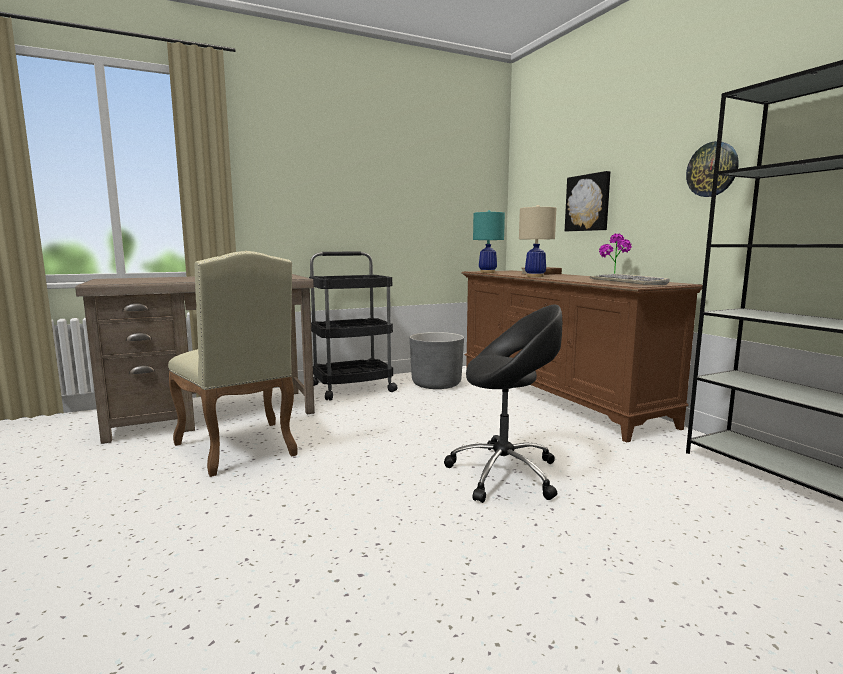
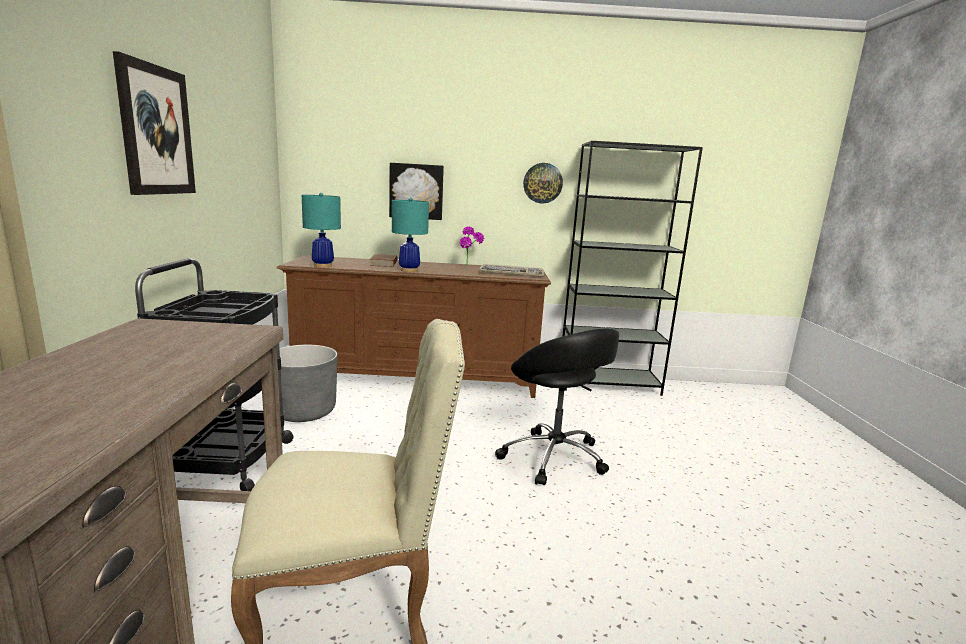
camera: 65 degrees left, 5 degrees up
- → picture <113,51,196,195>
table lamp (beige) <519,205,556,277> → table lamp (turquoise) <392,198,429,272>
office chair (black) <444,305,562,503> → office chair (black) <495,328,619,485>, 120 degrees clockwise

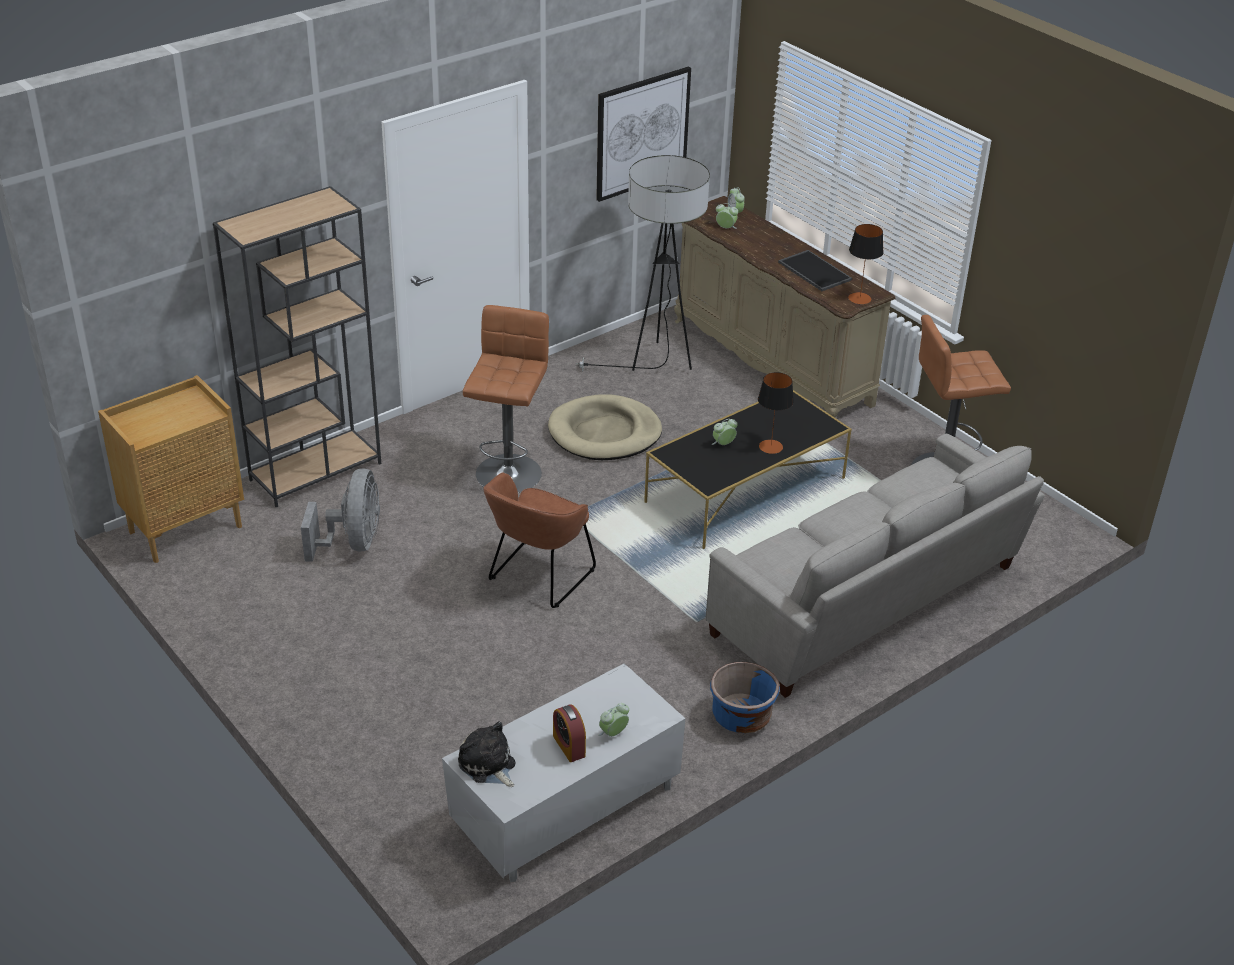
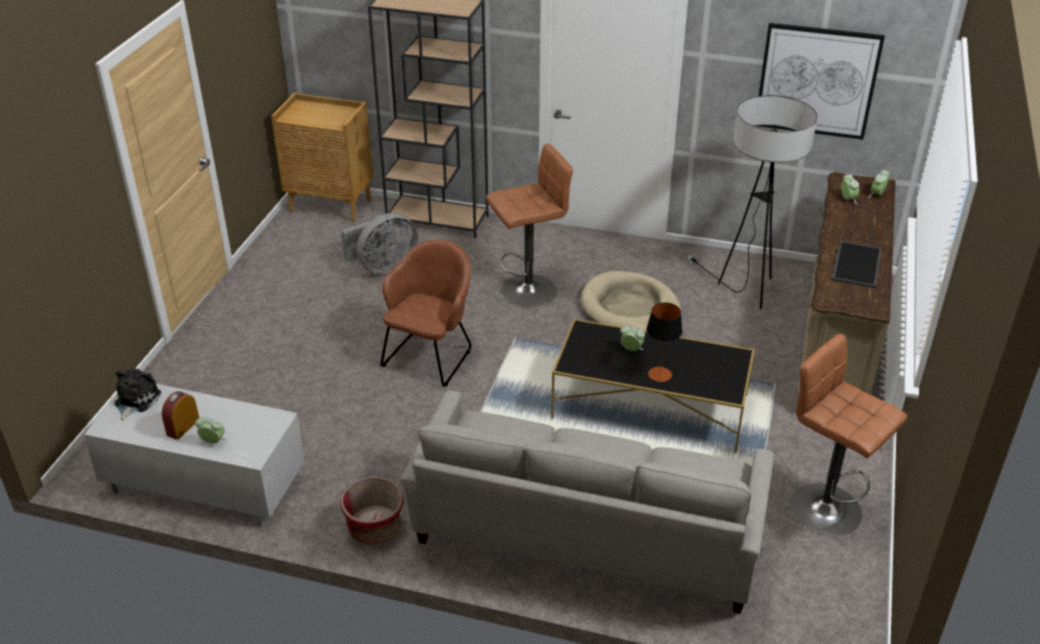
camera: 55 degrees right, 0 degrees up
planter (blue) <710,662,780,733> → planter (red) <340,477,404,545>
armchair (brown) <484,473,596,608> → armchair (brown) <381,239,471,387>, 120 degrees clockwise
table lamp <848,224,884,304> → -

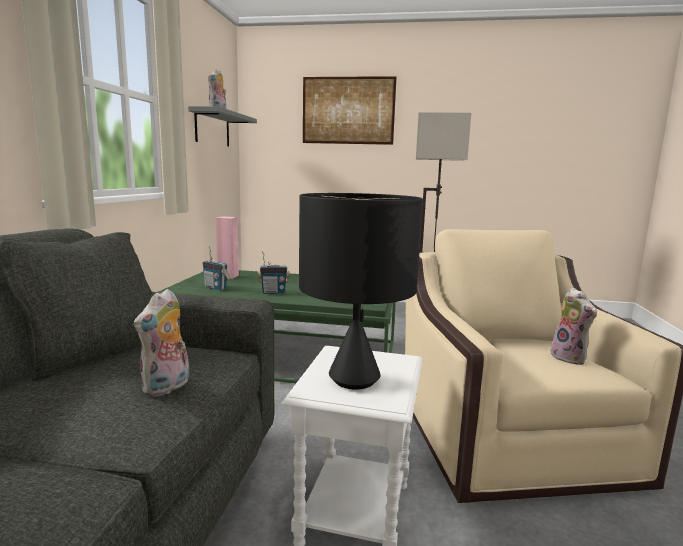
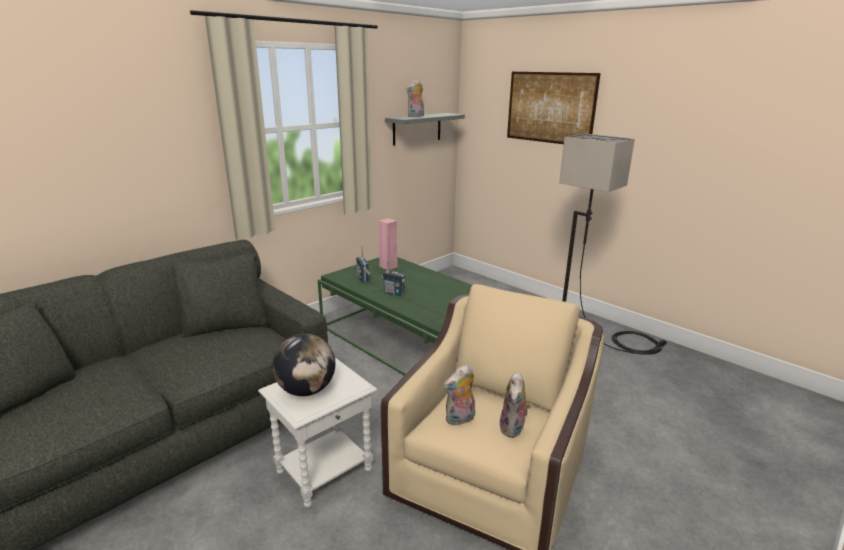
camera: 35 degrees right, 10 degrees up
table lamp (black) <299,193,423,390> → globe <272,334,335,396>
plush toy <134,289,189,397> → plush toy <444,364,475,425>, moved

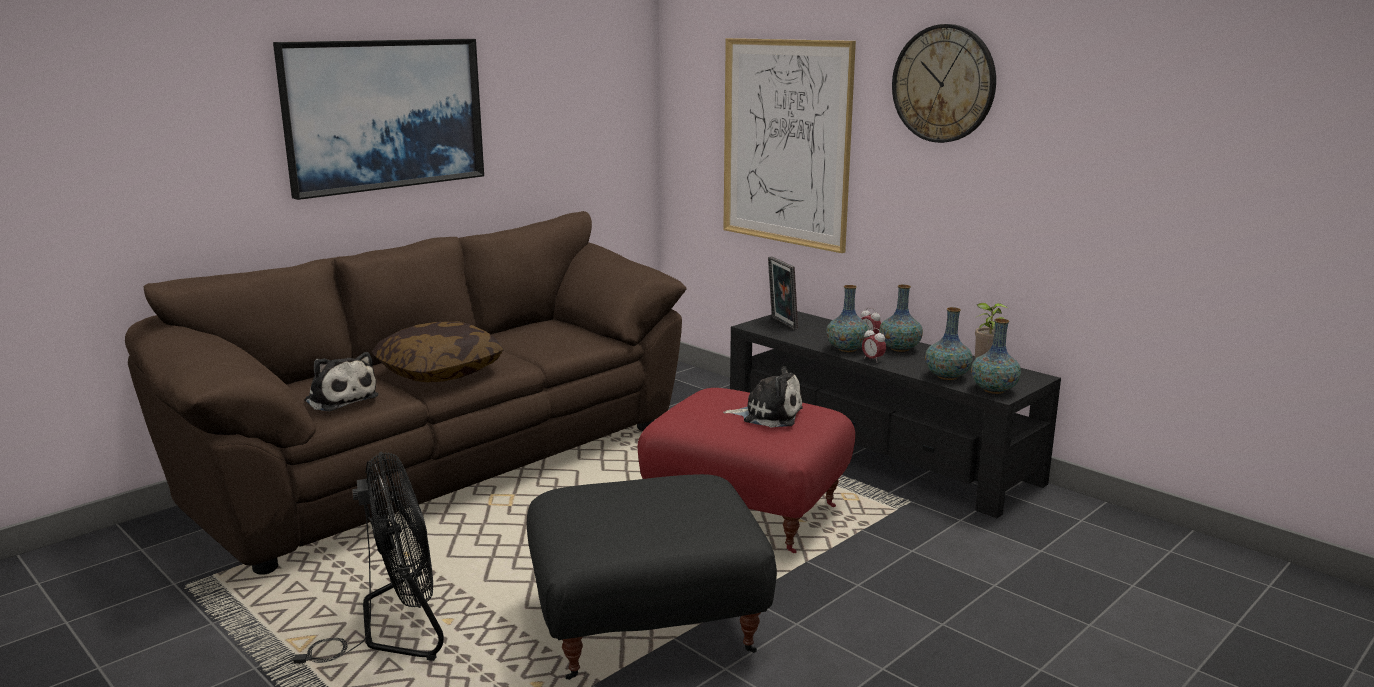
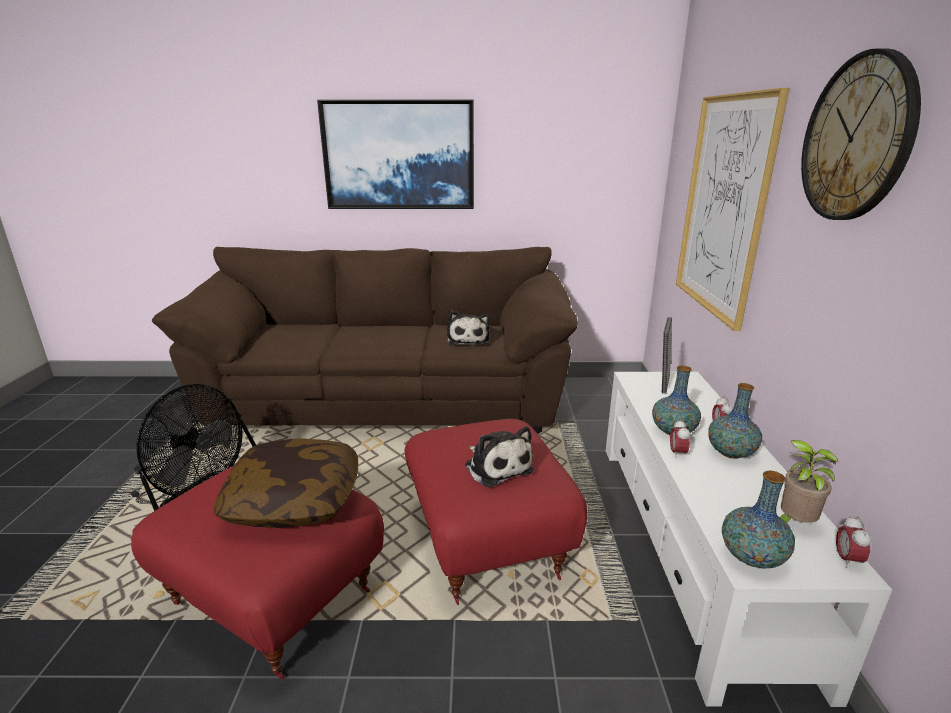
camera: 45 degrees right, 5 degrees up
ottoman (black) <527,474,777,680> → ottoman (red) <131,466,384,679>
pillow <372,322,504,382> → pillow <214,438,358,528>, moved
plush toy <305,352,379,412> → plush toy <447,310,490,346>, moved
tv stand (black) <730,311,1061,518> → tv stand (white) <606,372,892,707>
- → alarm clock <836,516,872,568>
vase <925,307,973,380> → -

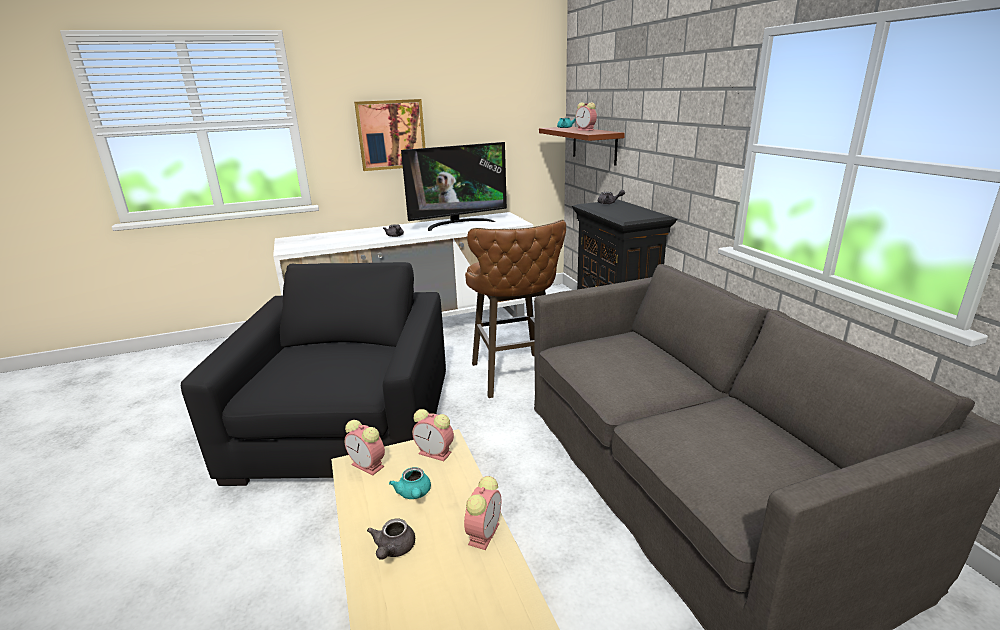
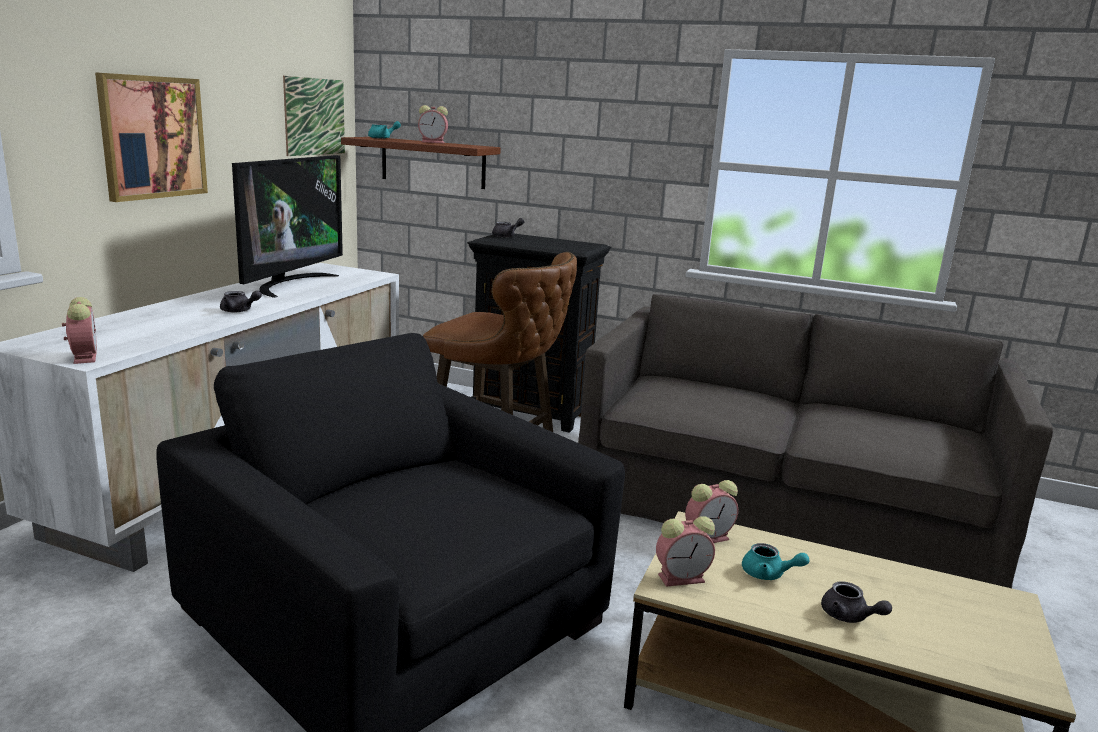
camera: 50 degrees left, 5 degrees down
alarm clock <464,476,501,550> → alarm clock <62,297,97,364>, moved
- → picture <283,76,345,156>

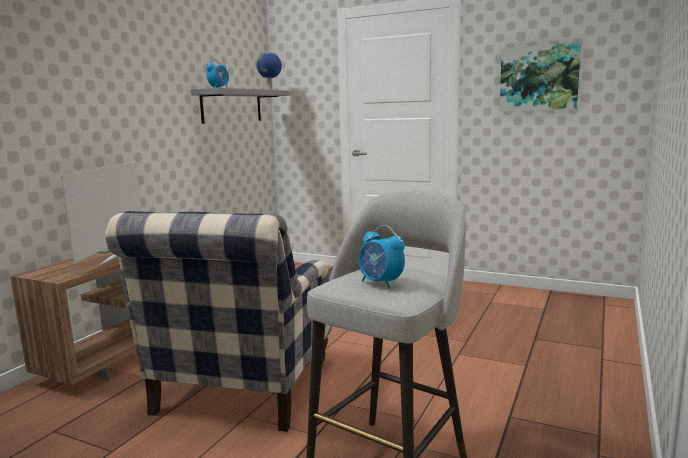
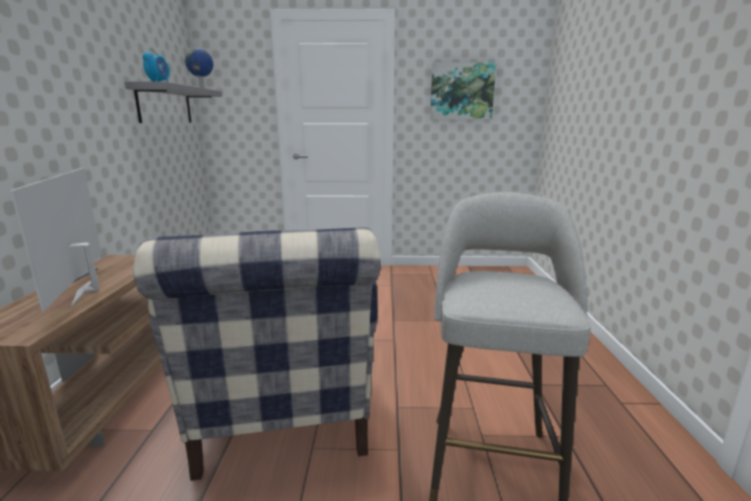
camera: 25 degrees left, 5 degrees up
alarm clock <359,225,405,288> → -

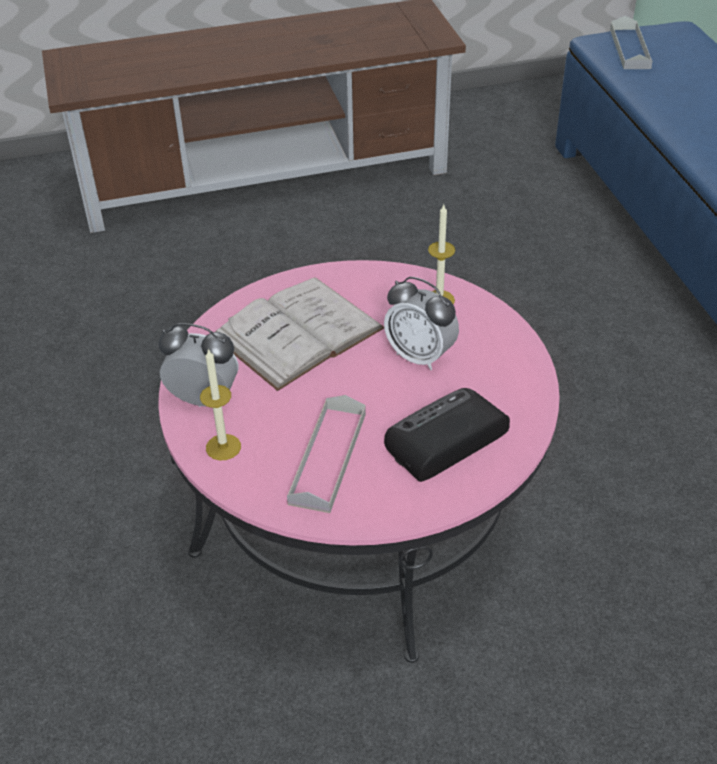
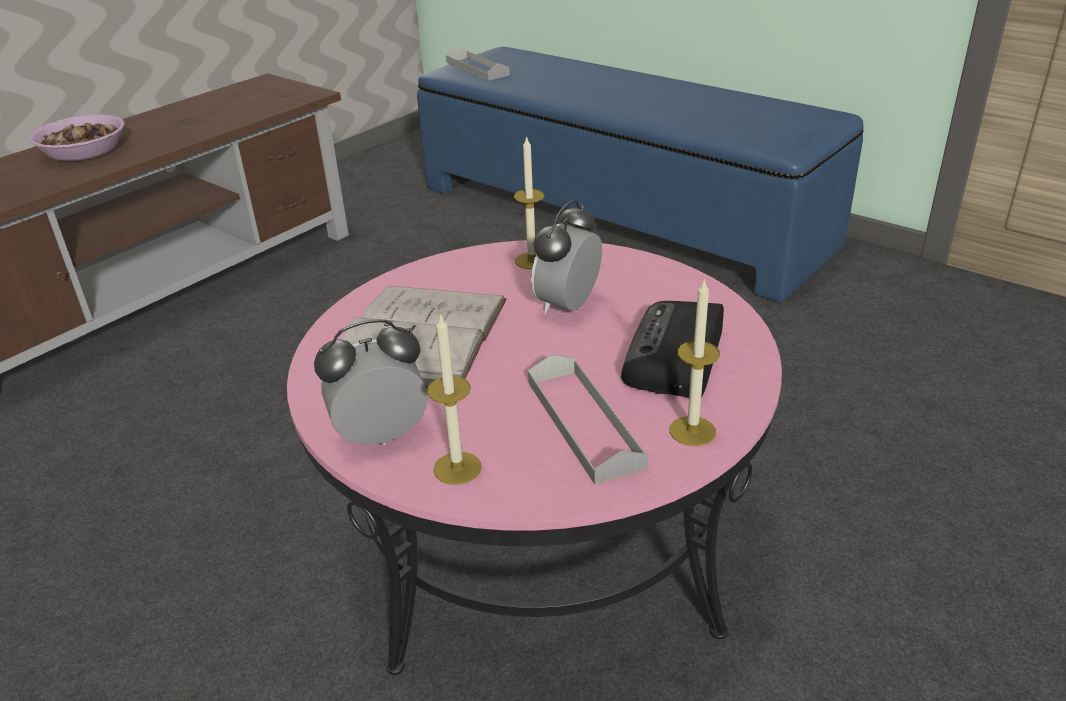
camera: 35 degrees left, 10 degrees down
- → bowl <29,114,125,161>
alarm clock <384,277,459,370> → alarm clock <531,200,602,314>, 120 degrees clockwise
- → candle <669,278,720,446>

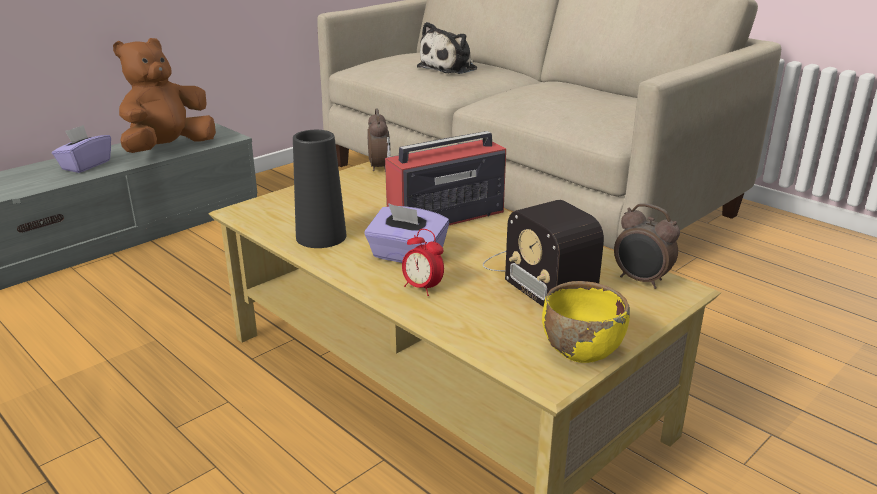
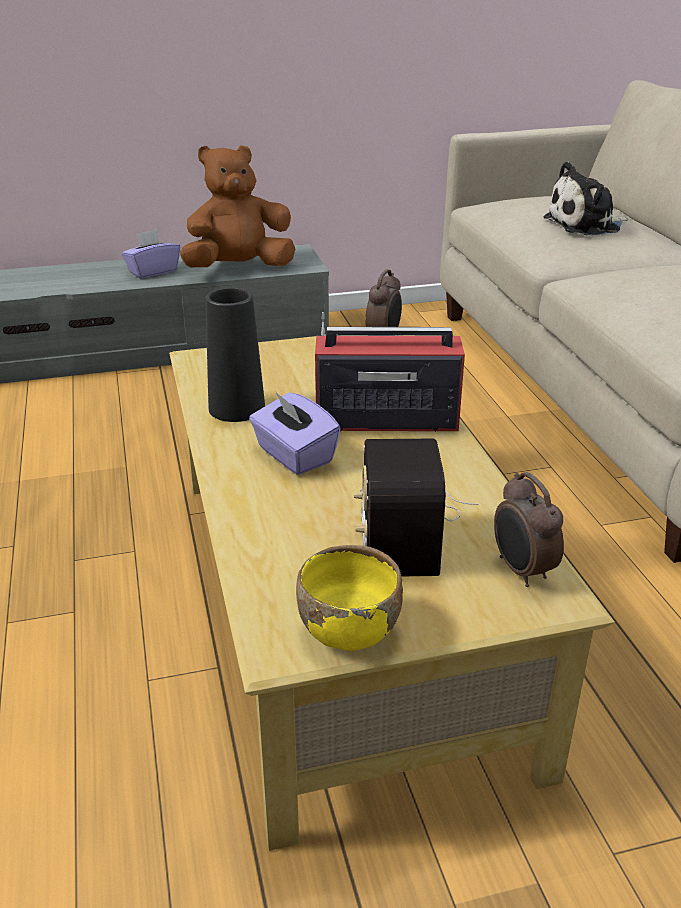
camera: 30 degrees right, 5 degrees up
alarm clock <402,229,444,296> → -

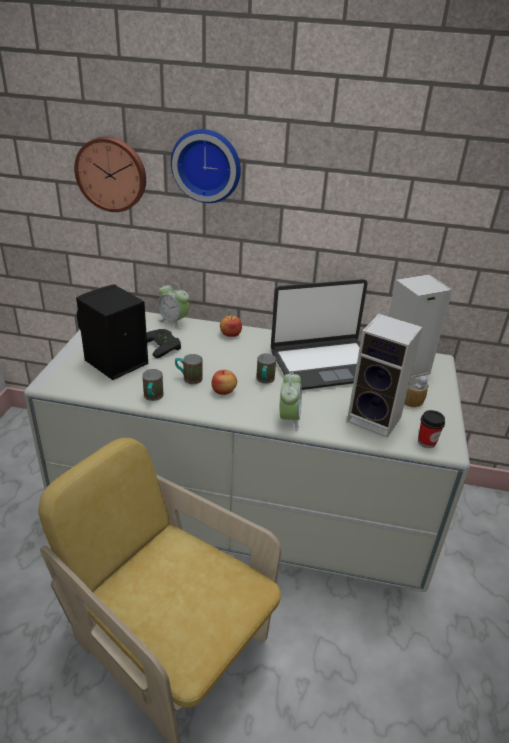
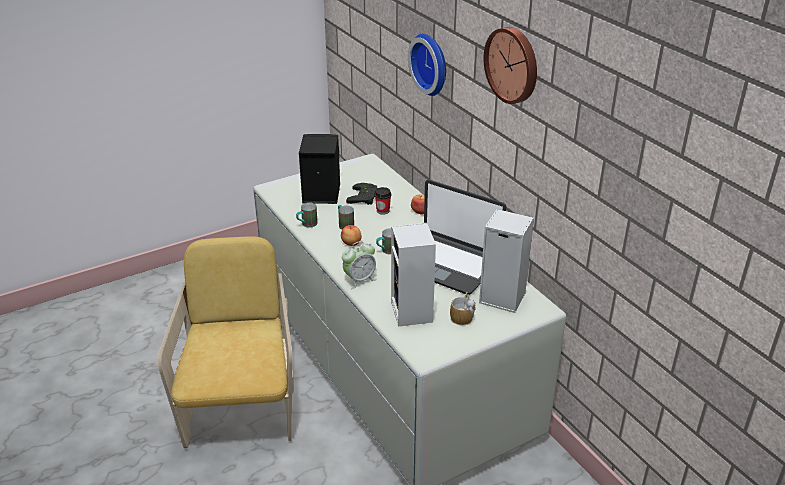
camera: 50 degrees right, 0 degrees up
cup <418,410,445,448> → cup <375,187,391,215>, moved
wall clock <74,136,146,212> → wall clock <484,27,537,104>, moved
alarm clock <158,282,189,330> → -

